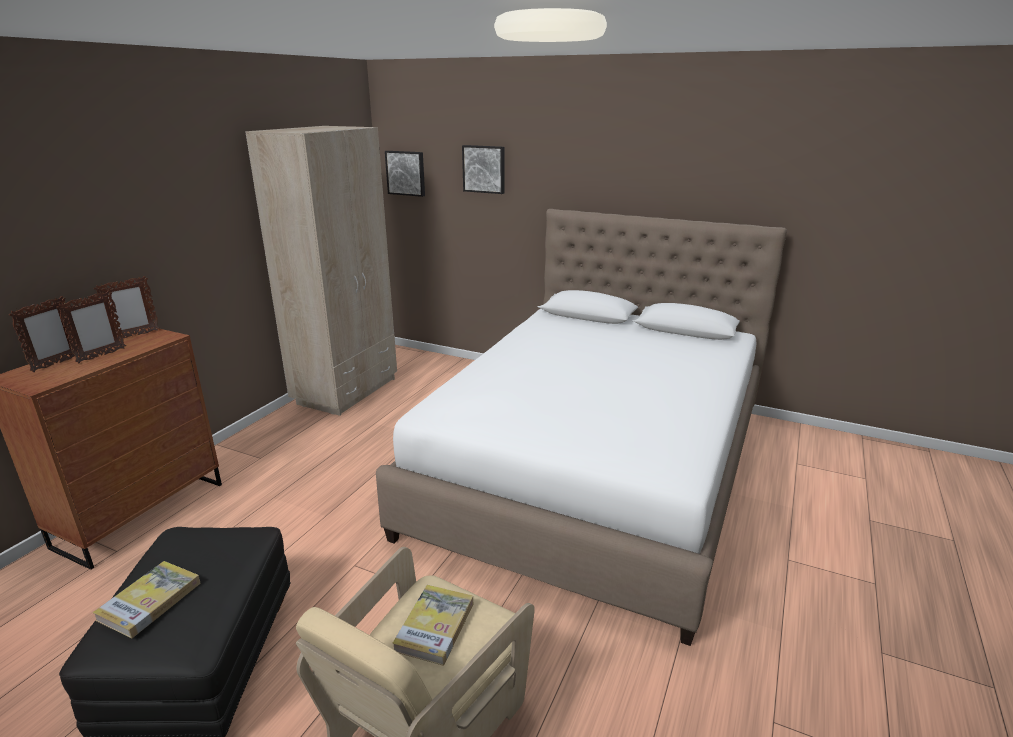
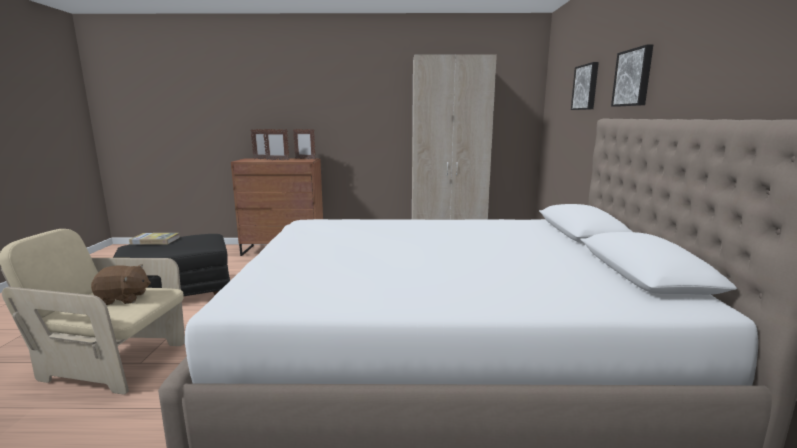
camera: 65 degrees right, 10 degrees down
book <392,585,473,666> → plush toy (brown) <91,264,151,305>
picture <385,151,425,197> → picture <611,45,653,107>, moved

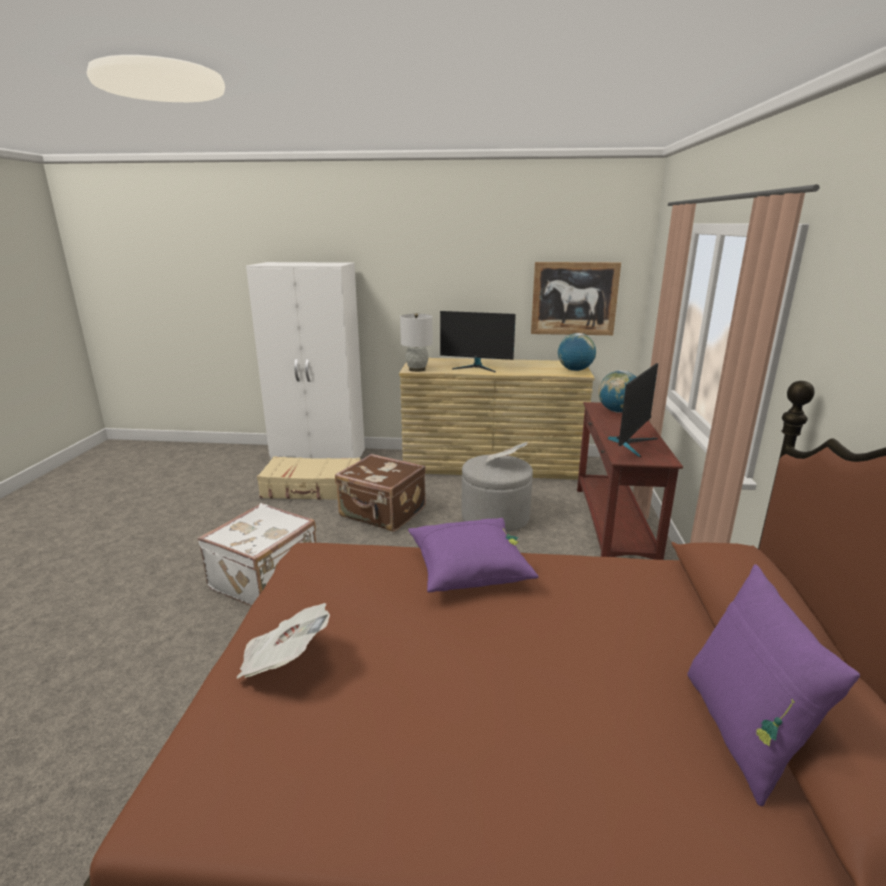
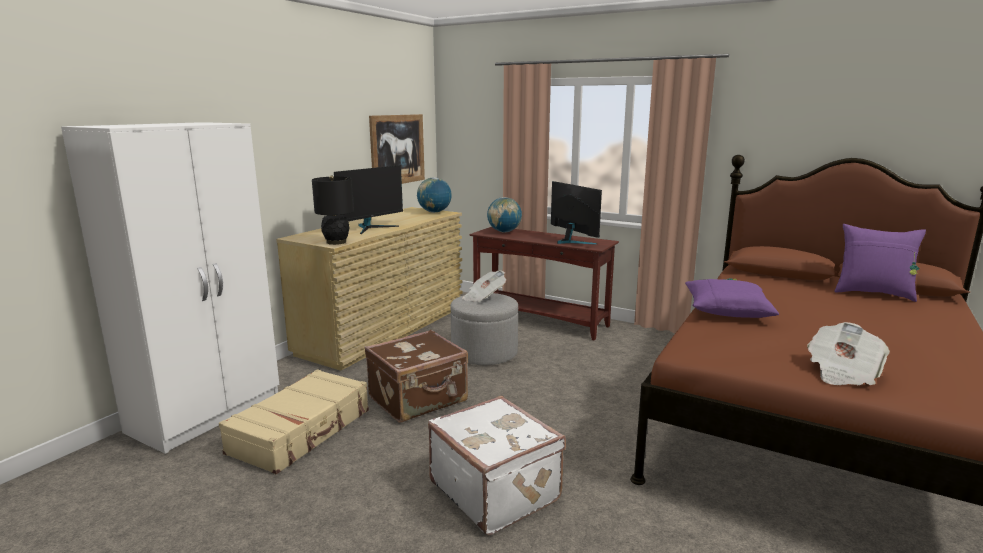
camera: 65 degrees left, 5 degrees down
table lamp (white) <400,313,433,372> → table lamp (black) <312,176,354,245>

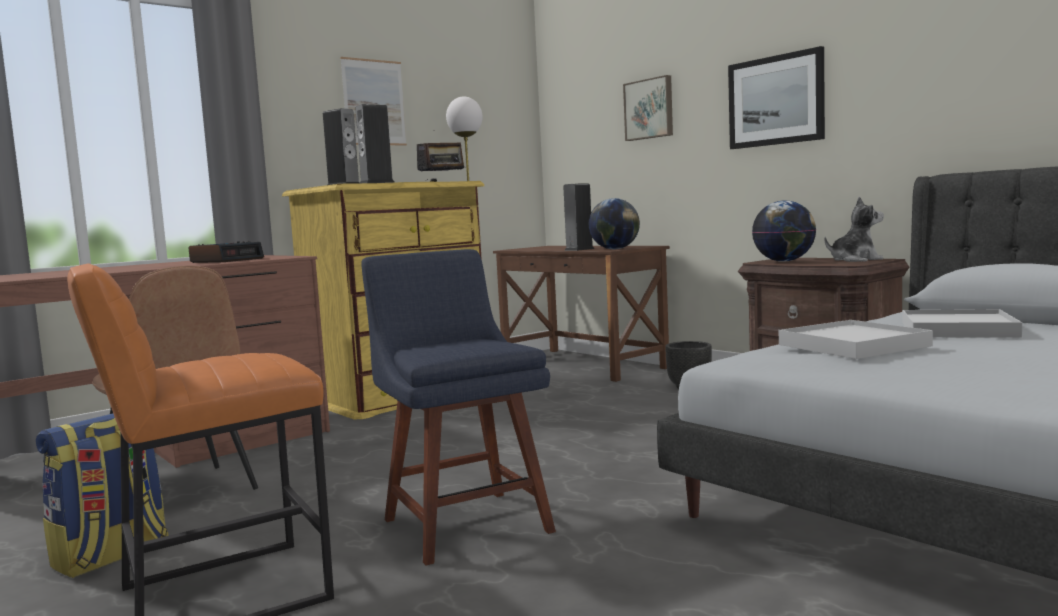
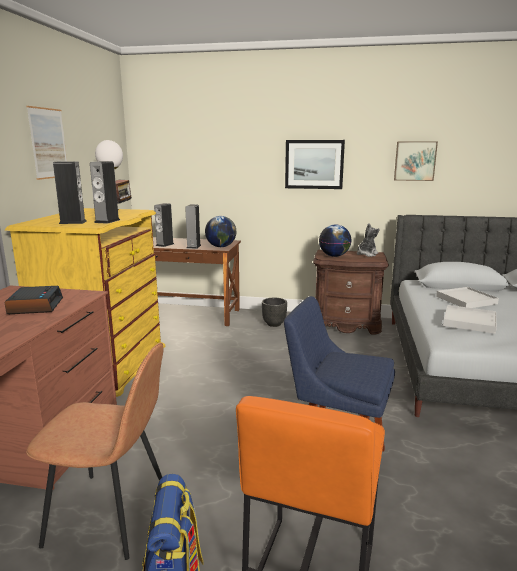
camera: 40 degrees left, 10 degrees up
- → speaker <154,203,174,247>
picture <623,75,673,141> → picture <394,141,438,181>, moved

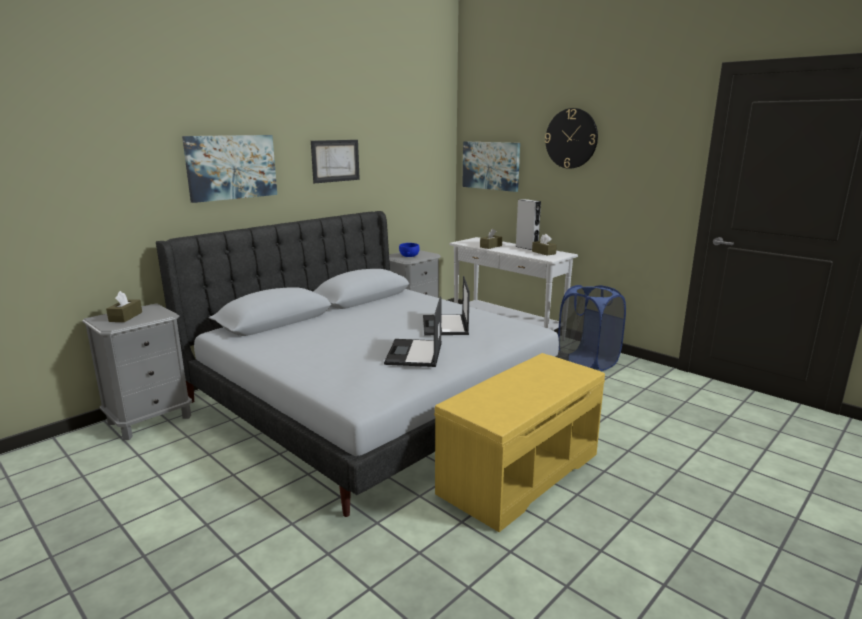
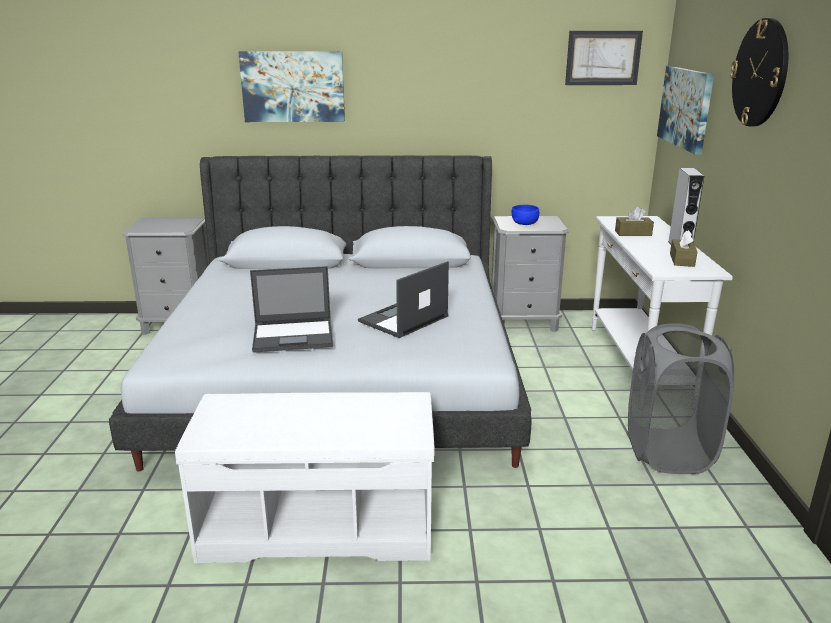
camera: 45 degrees right, 5 degrees up
bench (yellow) <434,353,605,532> → bench (white) <175,392,435,563>
laptop <384,297,442,367> → laptop <250,266,333,353>, 150 degrees counterclockwise
picture <311,140,360,183> → picture <565,31,643,85>, moved
laundry basket (blue) <558,285,626,371> → laundry basket (grey) <628,324,735,474>
tissue box (brown) <106,291,142,322> → -

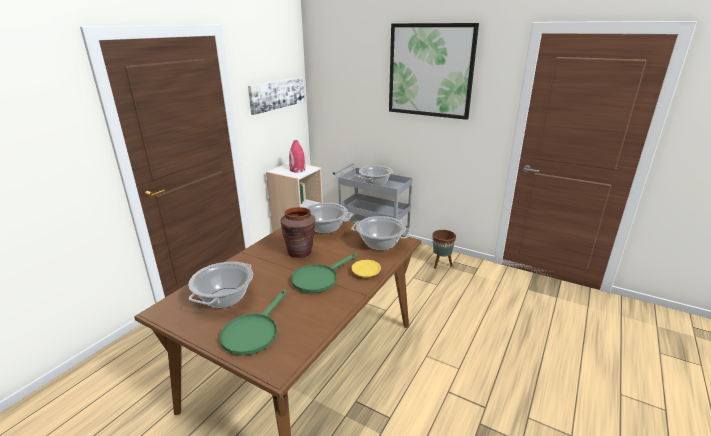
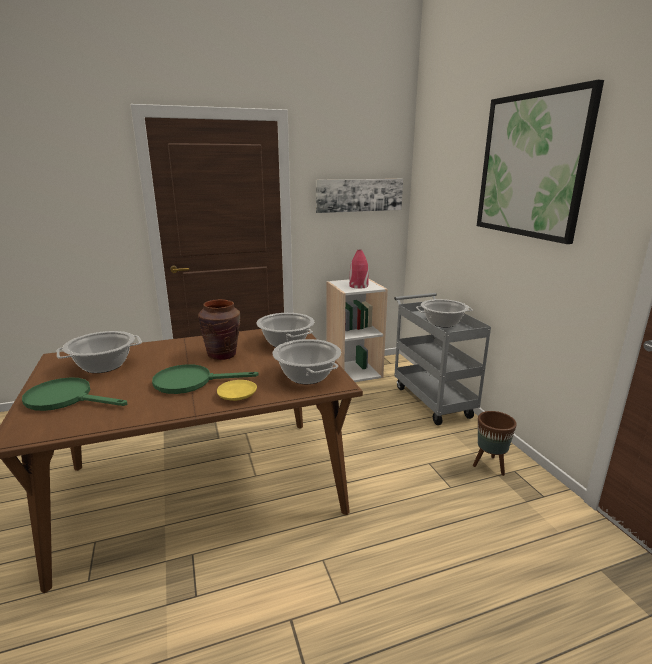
camera: 40 degrees right, 5 degrees down
frying pan (green) <220,290,287,355> → frying pan (green) <22,377,127,411>, 45 degrees clockwise

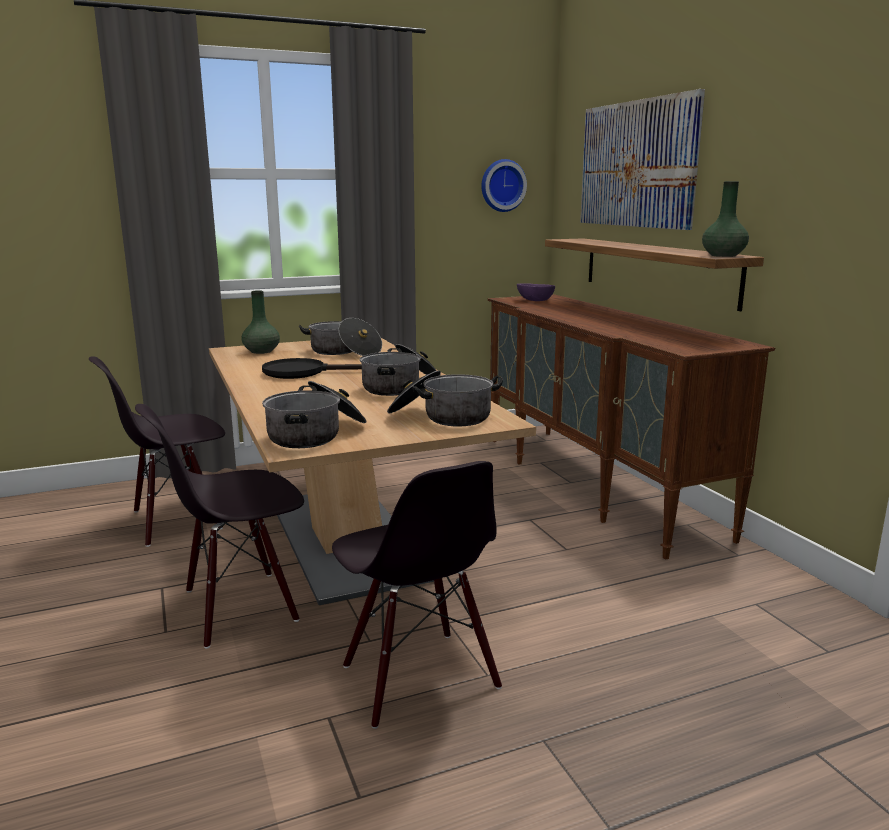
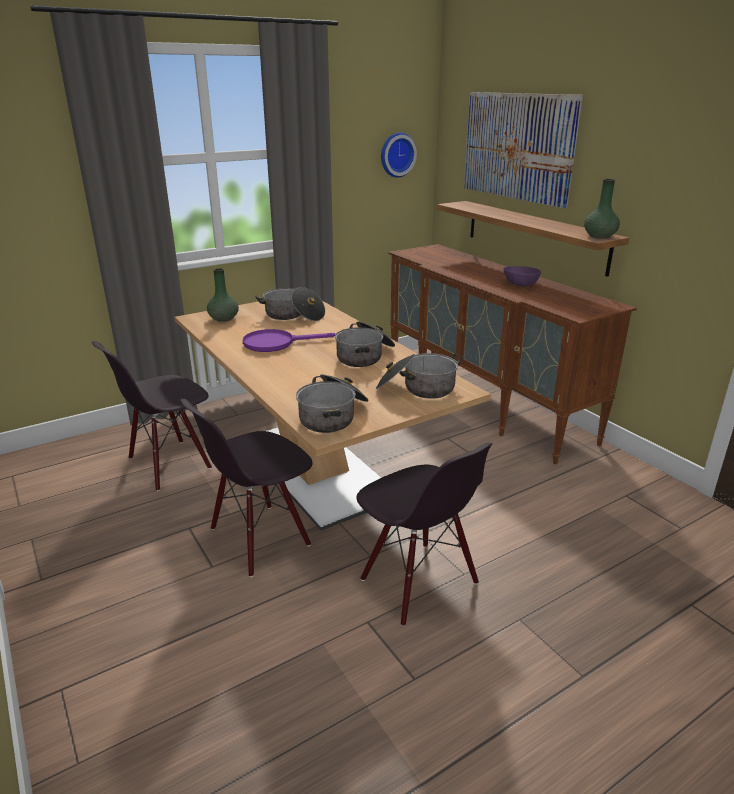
camera: 10 degrees left, 10 degrees up
frying pan (black) <262,358,362,379> → frying pan (purple) <243,329,335,352>
bowl (purple) <517,283,555,301> → bowl (purple) <504,266,541,286>, moved

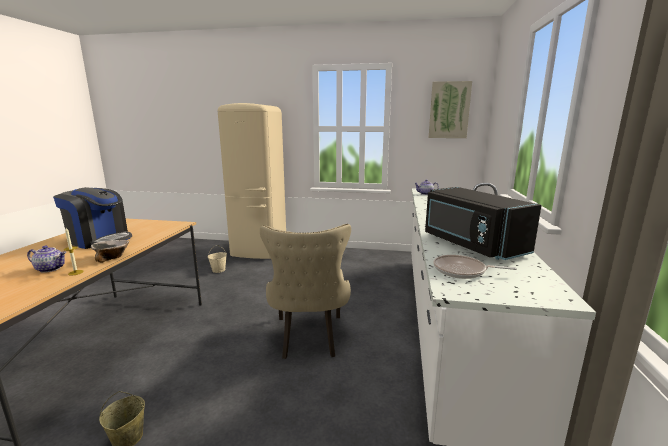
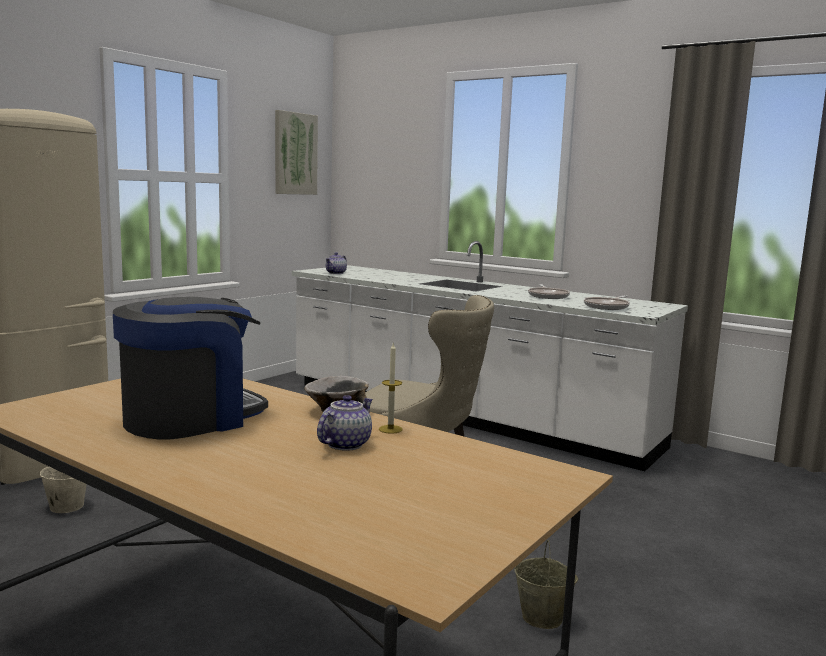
camera: 65 degrees left, 5 degrees down
microwave (black) <425,187,541,260> → frying pan <528,284,570,299>

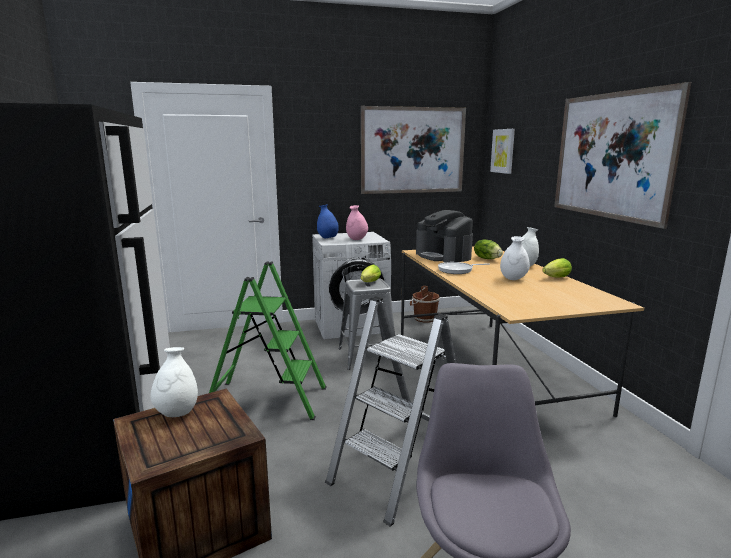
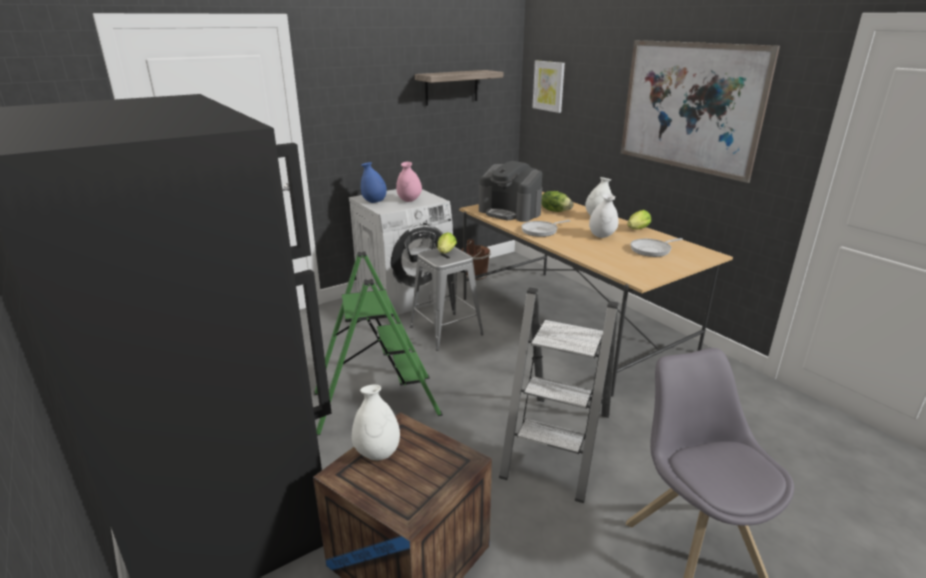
camera: 20 degrees left, 10 degrees up
picture <361,106,466,194> → shelf <415,70,503,106>
- → frying pan <631,238,683,257>

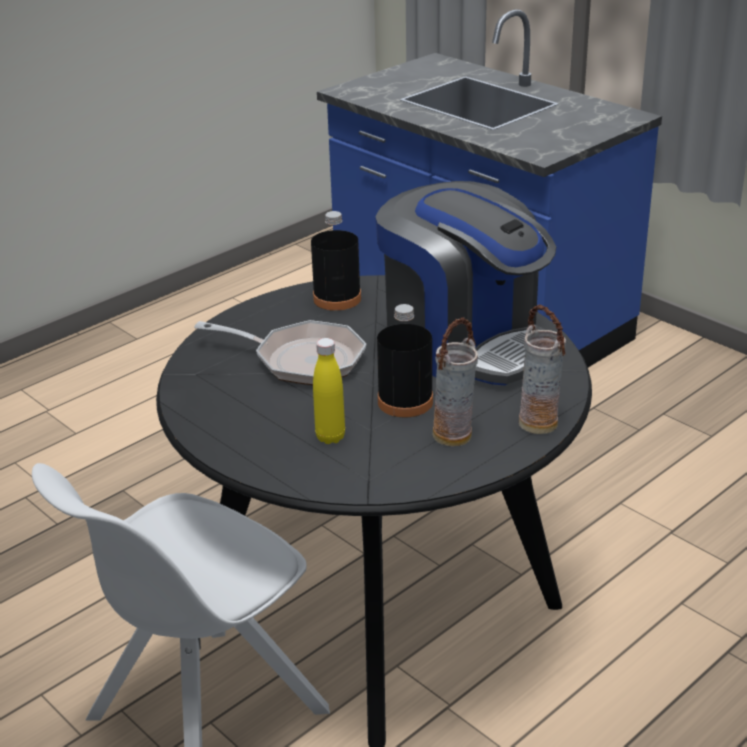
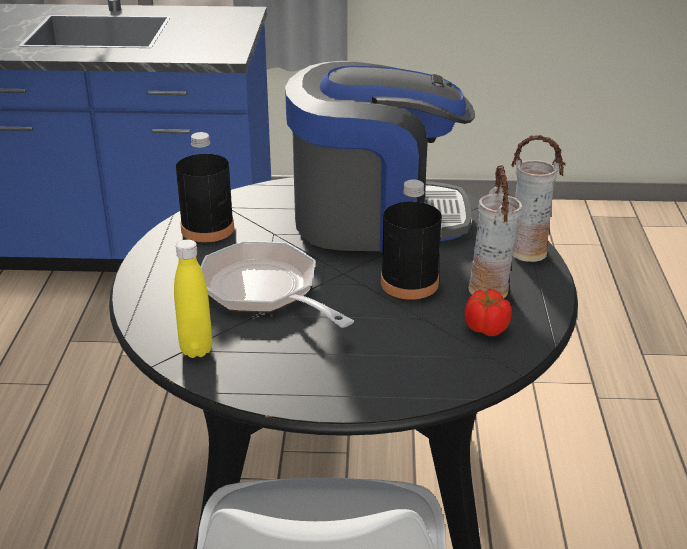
camera: 45 degrees left, 0 degrees up
bottle (yellow) <313,338,345,444> → bottle (yellow) <174,240,212,358>, moved
frying pan <194,320,366,385> → frying pan <201,241,354,328>, 105 degrees counterclockwise
- → tomato <465,289,512,336>

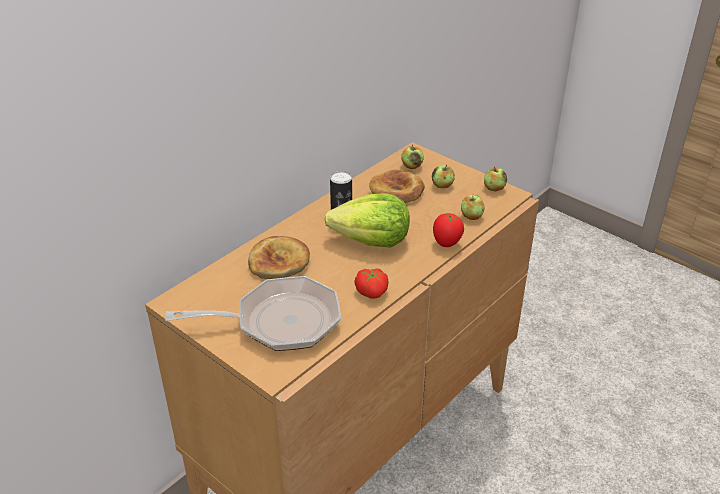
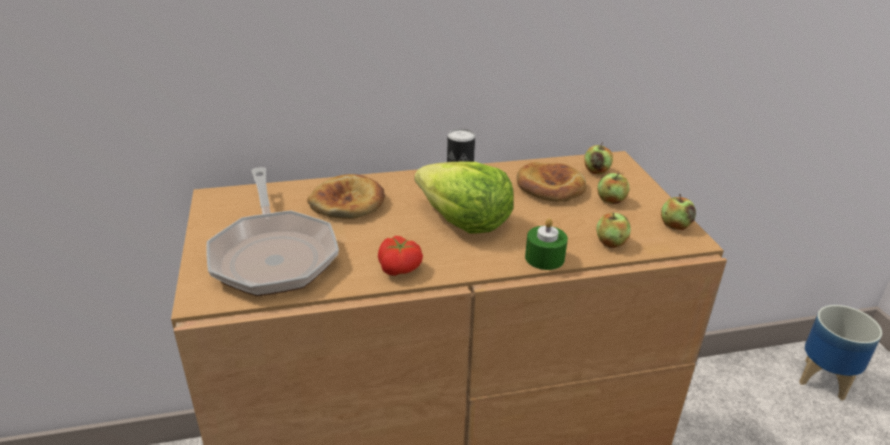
camera: 35 degrees right, 5 degrees down
frying pan <165,276,341,351> → frying pan <206,167,339,296>, 45 degrees clockwise
tomato <433,213,464,247> → candle (green) <525,218,568,270>
- → planter <799,305,882,400>

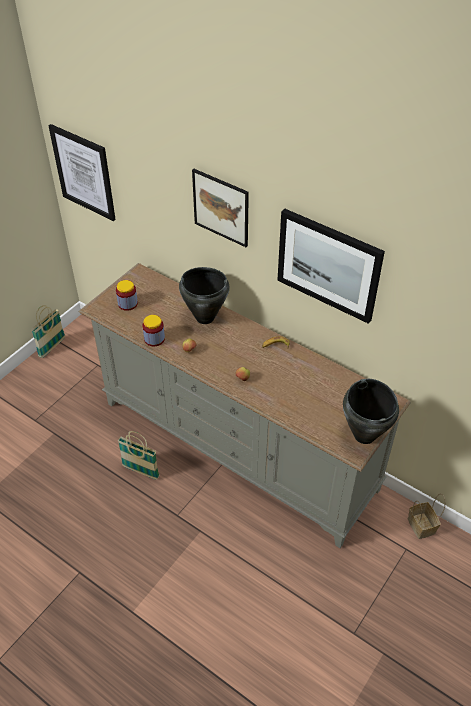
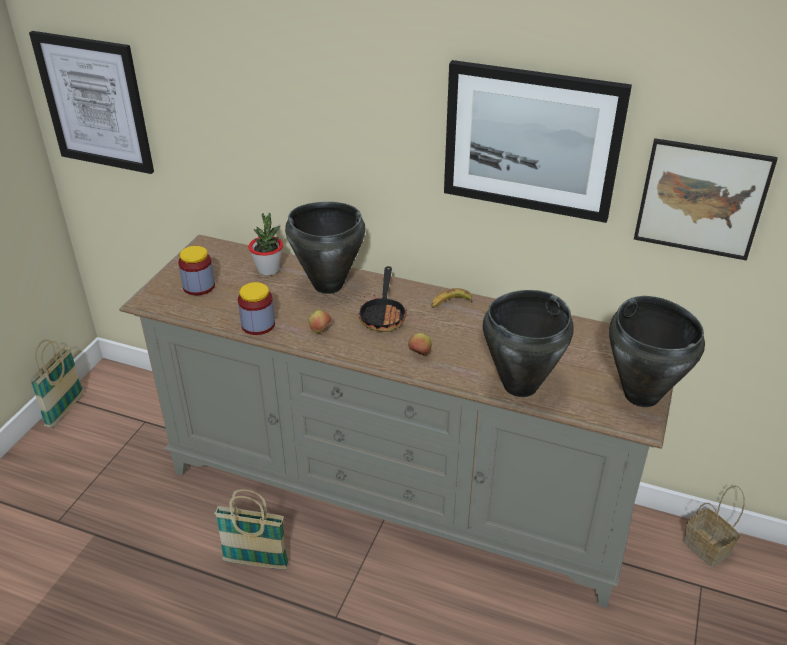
camera: 15 degrees left, 10 degrees down
- → potted plant <248,213,283,276>
- → frying pan <359,266,407,332>
- → cooking pot (black) <483,290,573,397>
picture <192,169,249,247> → picture <634,138,778,260>, moved

